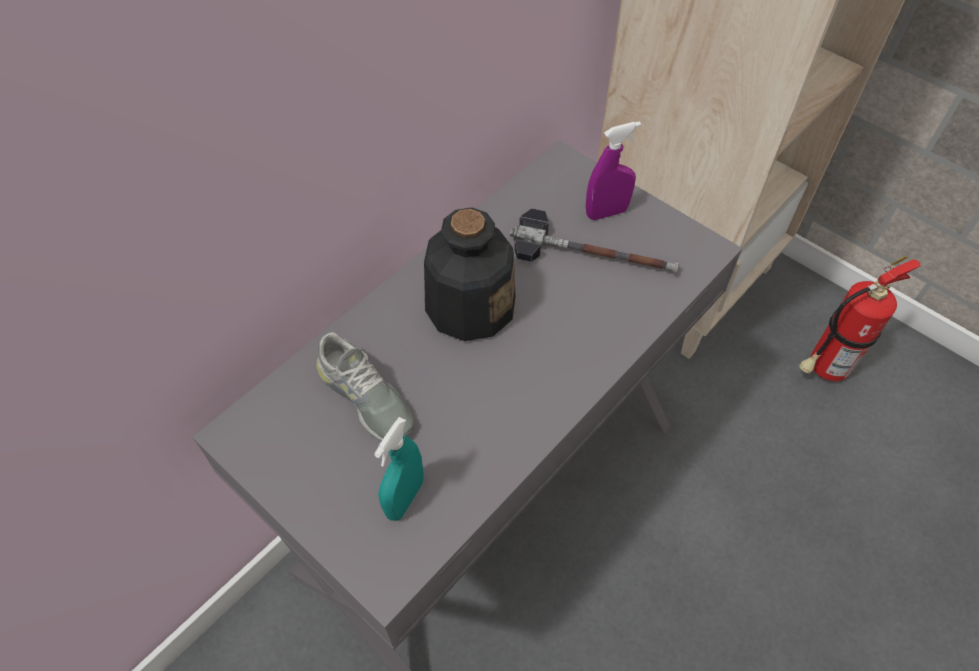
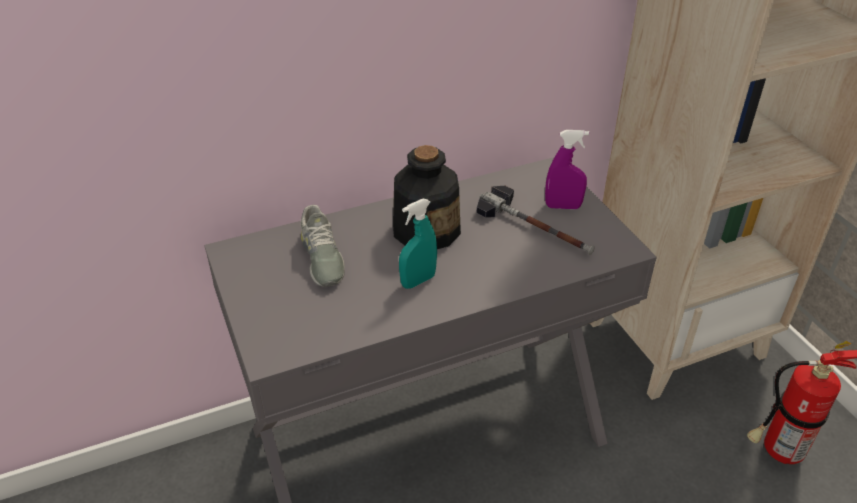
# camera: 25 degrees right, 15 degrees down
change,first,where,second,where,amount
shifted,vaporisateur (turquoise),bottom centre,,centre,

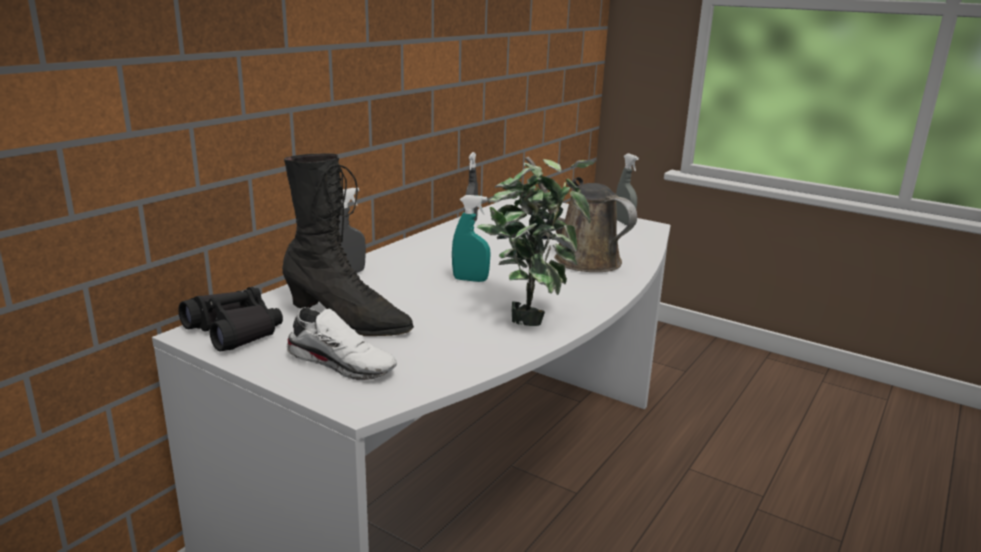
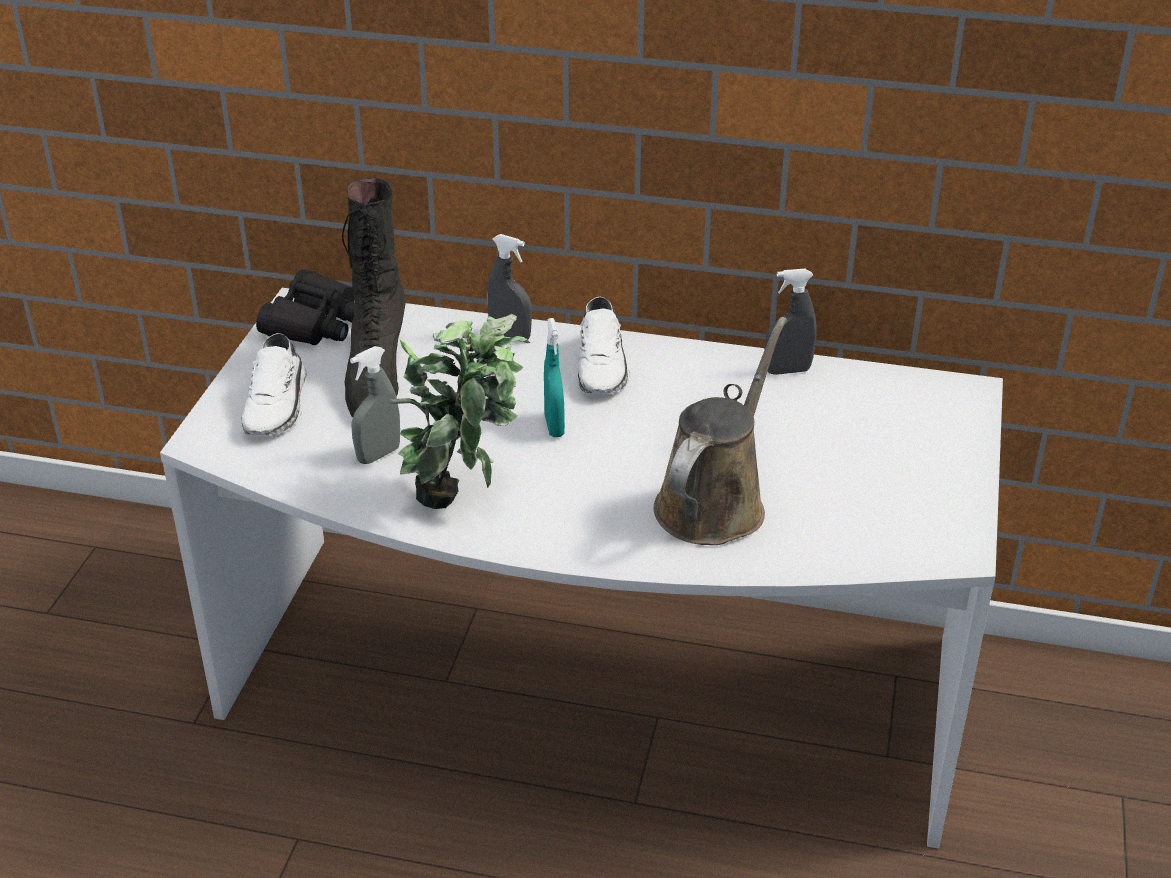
# camera: 70 degrees right, 15 degrees up
change,first,where,second,where,amount
shifted,vaporisateur (gris) (no. 3 from left in the first image),centre,vaporisateur (gris) (no. 1 from left),middle left,
new,,,chaussure (blanc) (no. 2 from left),centre,

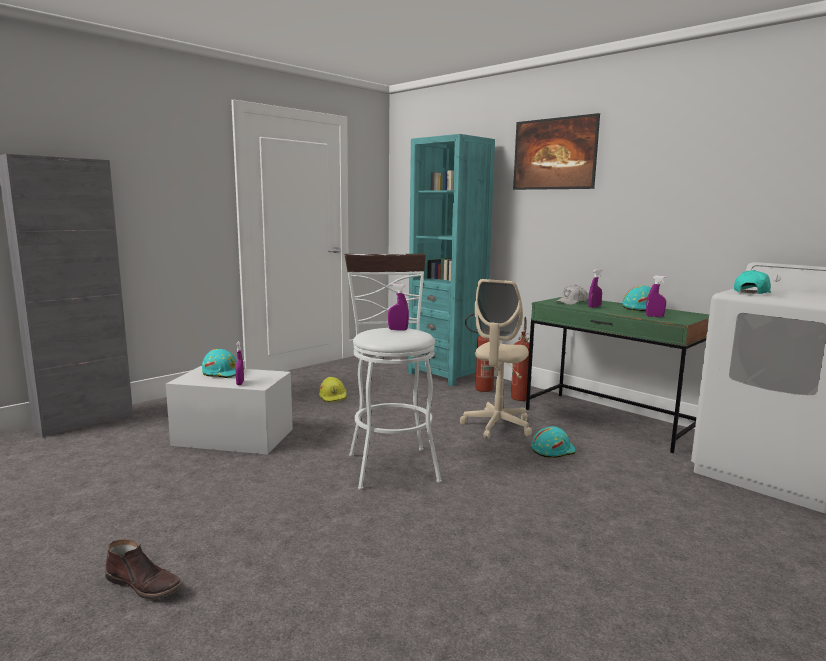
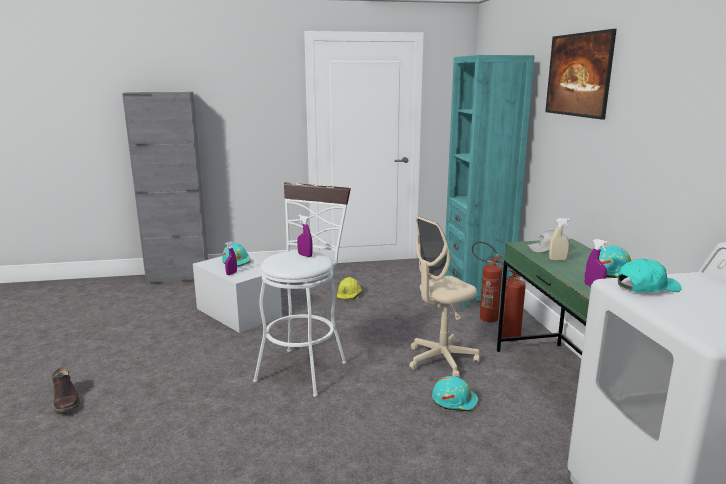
# camera: 35 degrees right, 5 degrees up
change,first,where,second,where,amount
repainted,vaporisateur (violet) (no. 3 from left),middle right,vaporisateur (beige),middle right,

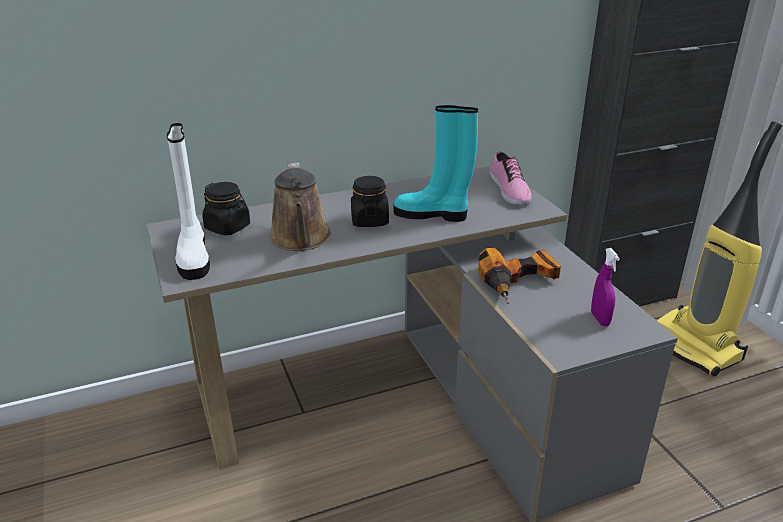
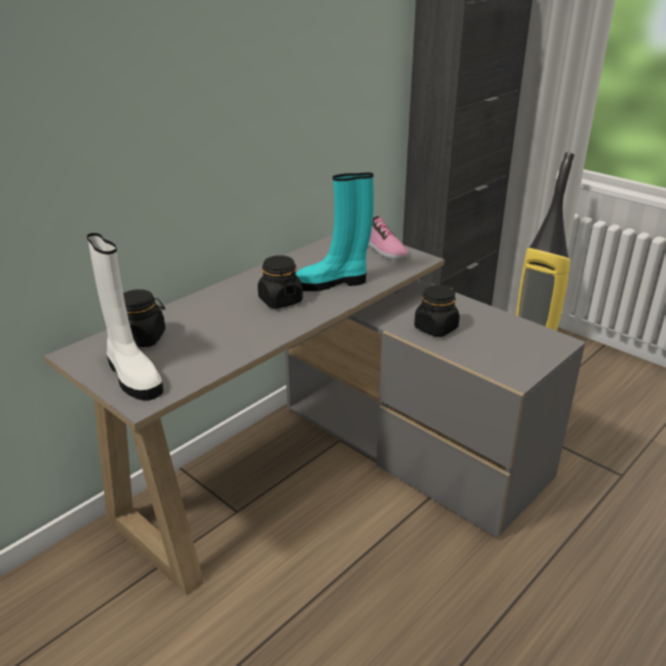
# camera: 25 degrees left, 0 degrees up
change,first,where,second,where,amount
gone,arrosoir (marron),centre,,,
swapped,perceuse,centre,bocal (noir) (no. 3 from left),centre,
gone,vaporisateur (violet),middle right,,,

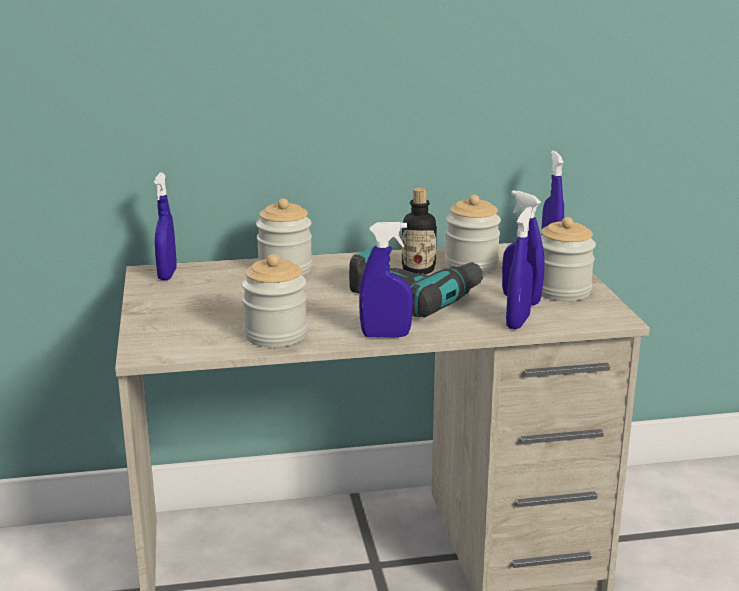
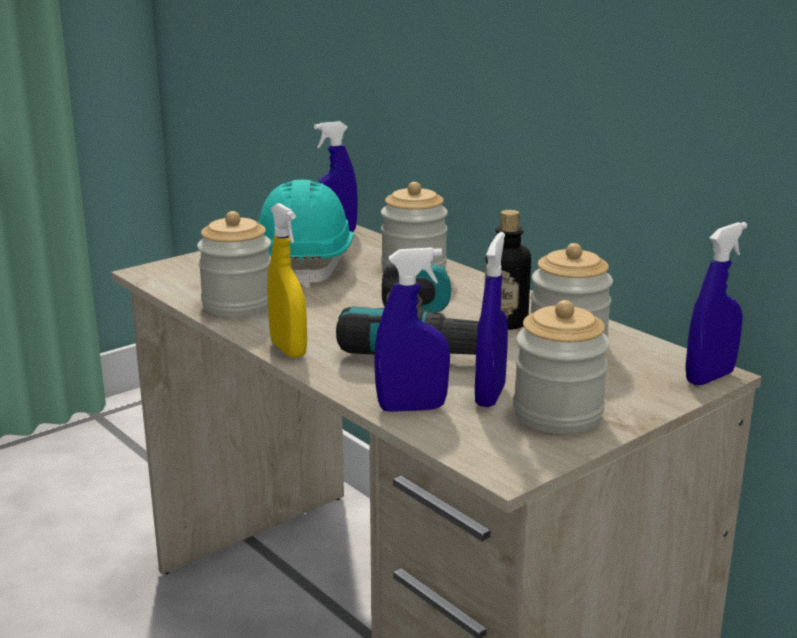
# camera: 60 degrees right, 0 degrees up
change,first,where,second,where,amount
repainted,vaporisateur (bleu) (no. 2 from left),centre,vaporisateur (jaune),centre,
new,,,casque de chantier (turquoise),centre,

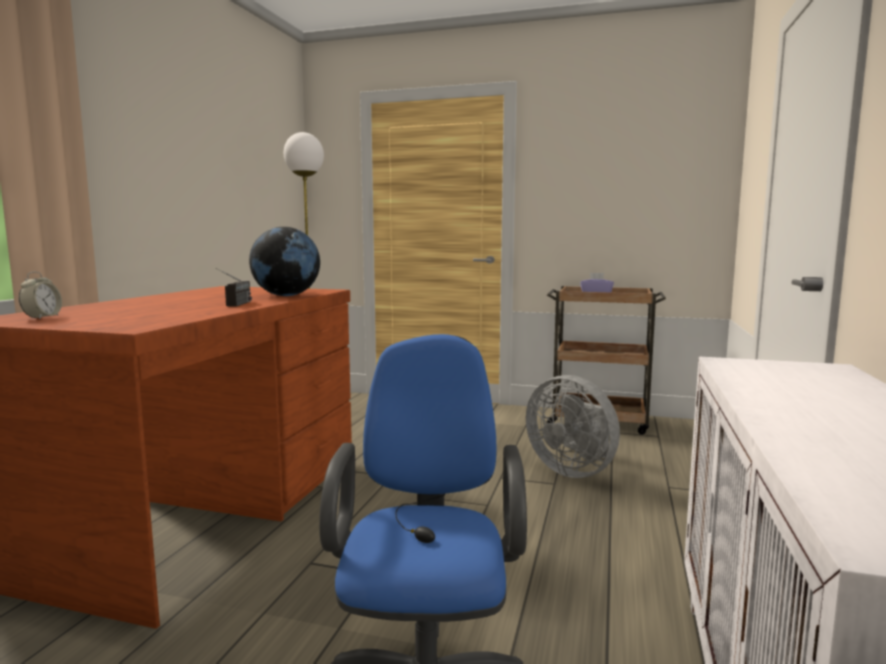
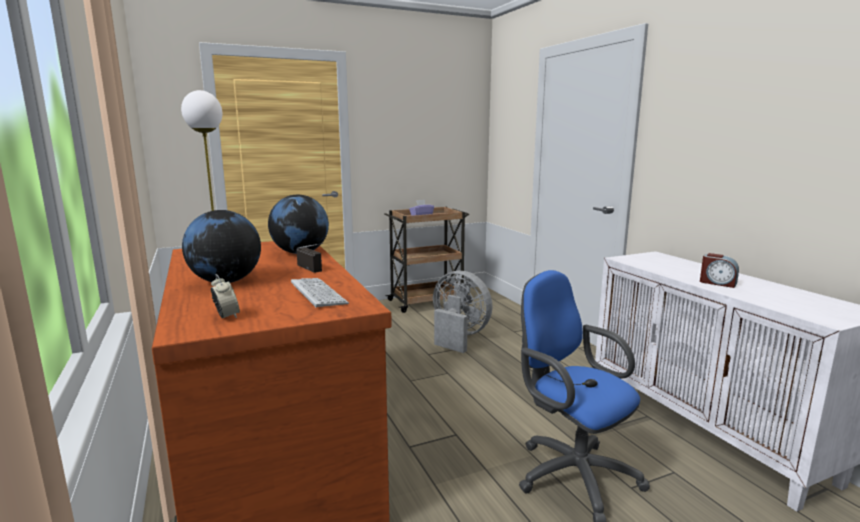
# camera: 40 degrees left, 5 degrees up
change,first,where,second,where,amount
rotated,ventilateur (gris),centre,,centre,150 degrees counterclockwise
new,,,globe (no. 1 from left),middle left,
new,,,réveil (no. 2 from left),middle right,
new,,,clavier,centre,

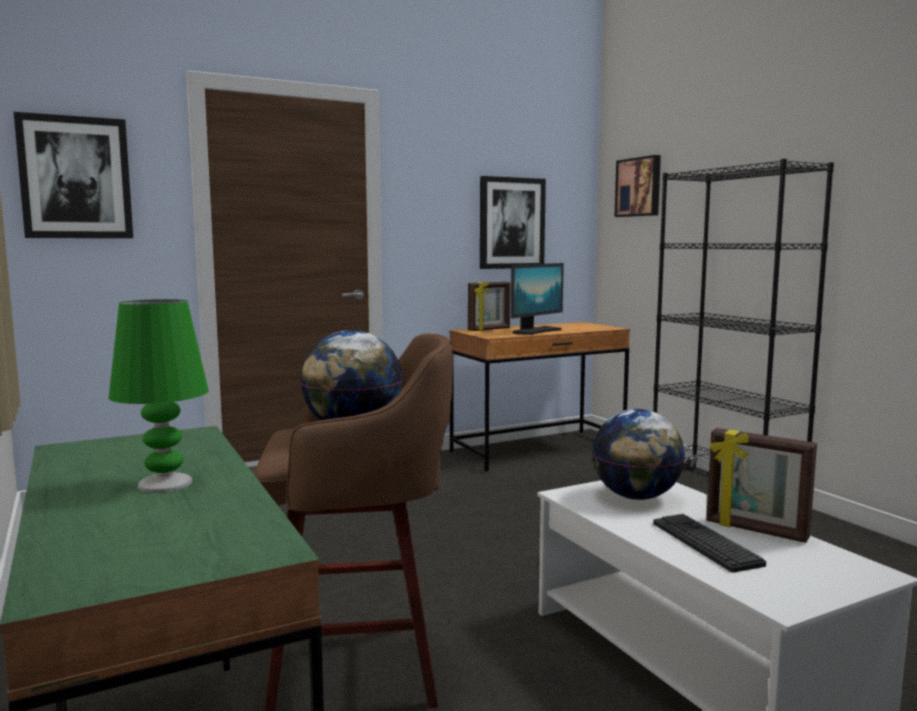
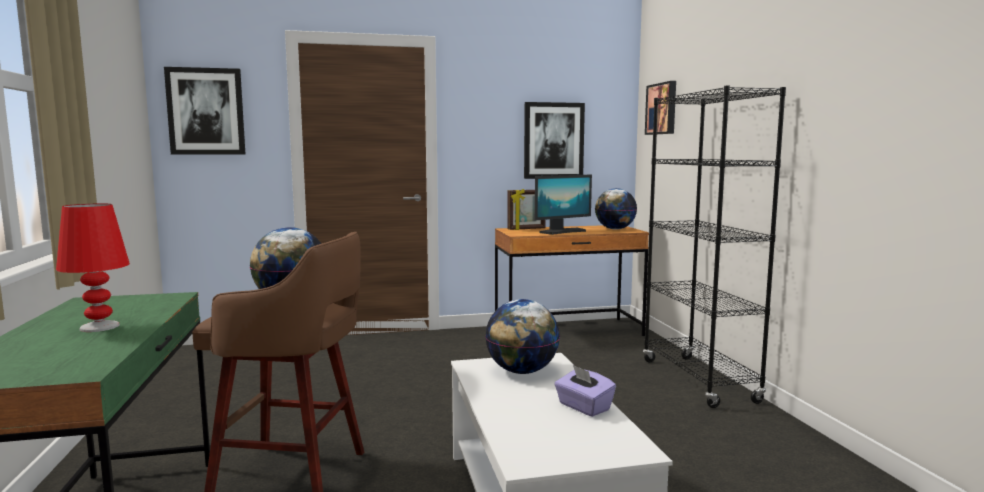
# camera: 15 degrees right, 0 degrees up
change,first,where,second,where,amount
repainted,lampe de table (vert),middle left,lampe de table (rouge),middle left,
swapped,cadre photo (no. 2 from left),bottom right,boîte à mouchoirs (violet),bottom centre,
gone,clavier,bottom right,,,
new,,,globe (no. 3 from left),centre,

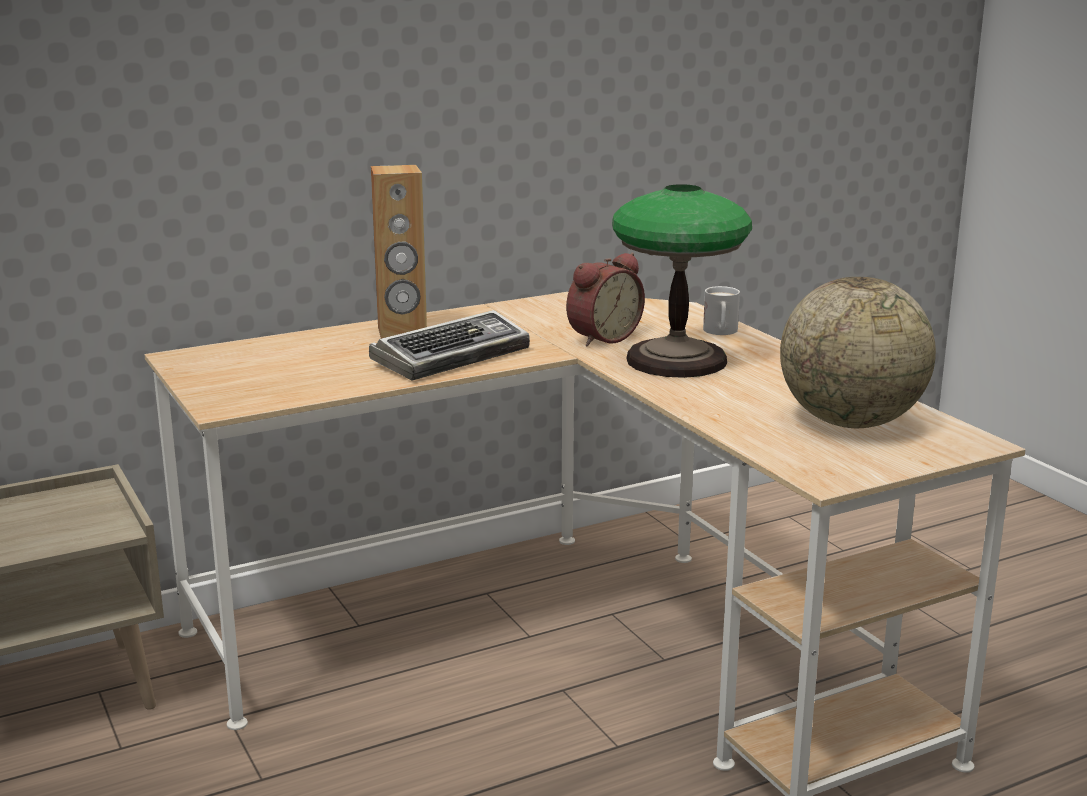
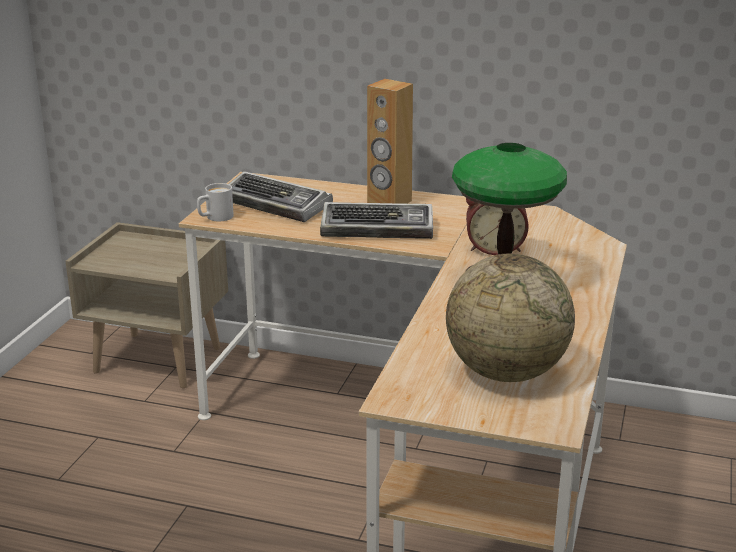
# camera: 45 degrees right, 5 degrees up
change,first,where,second,where,amount
shifted,mug (blanc),centre,,middle left,
new,,,clavier (no. 1 from left),centre,

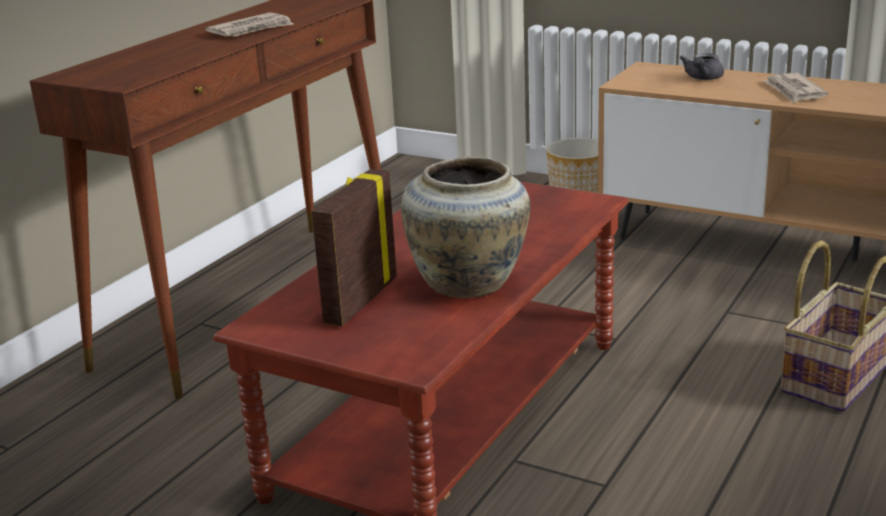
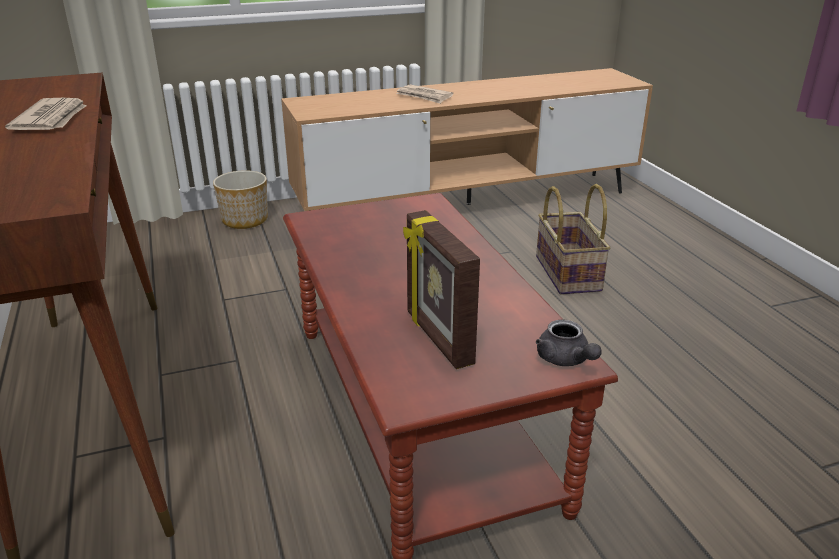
# camera: 50 degrees left, 5 degrees up
change,first,where,second,where,amount
shifted,théière (gris),top right,,middle right,
gone,vase (beige),centre,,,

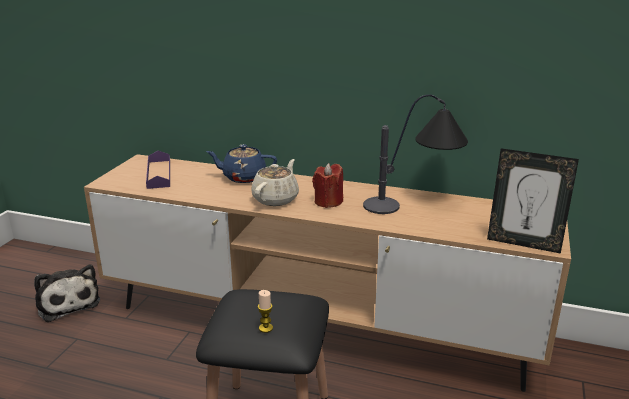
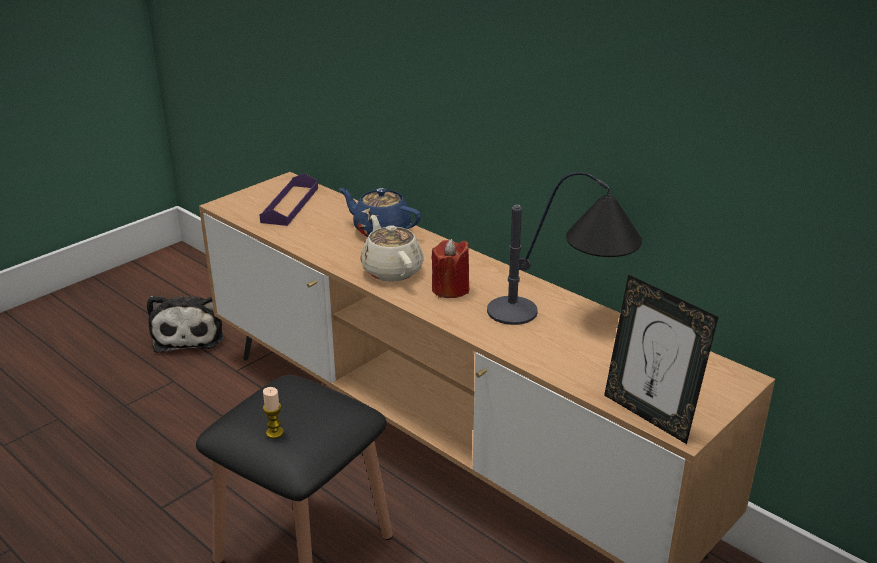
# camera: 25 degrees right, 5 degrees up
change,first,where,second,where,amount
rotated,théière (beige),centre,,centre,75 degrees counterclockwise

